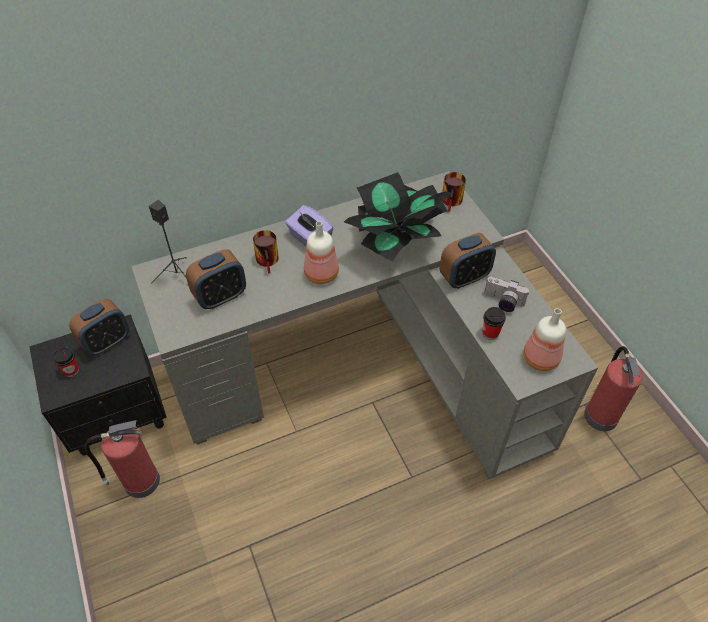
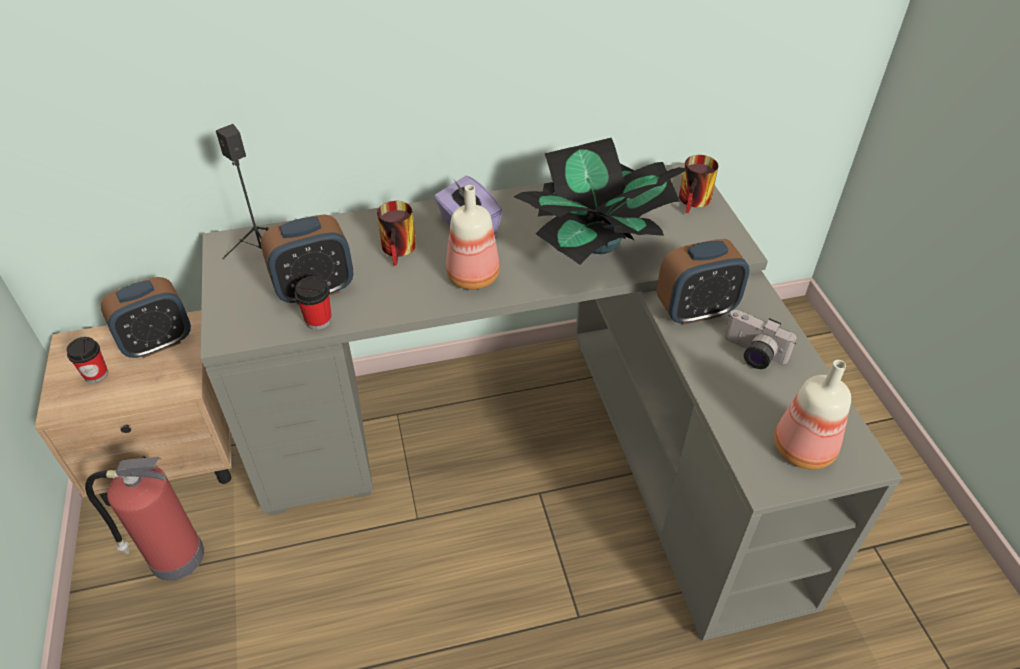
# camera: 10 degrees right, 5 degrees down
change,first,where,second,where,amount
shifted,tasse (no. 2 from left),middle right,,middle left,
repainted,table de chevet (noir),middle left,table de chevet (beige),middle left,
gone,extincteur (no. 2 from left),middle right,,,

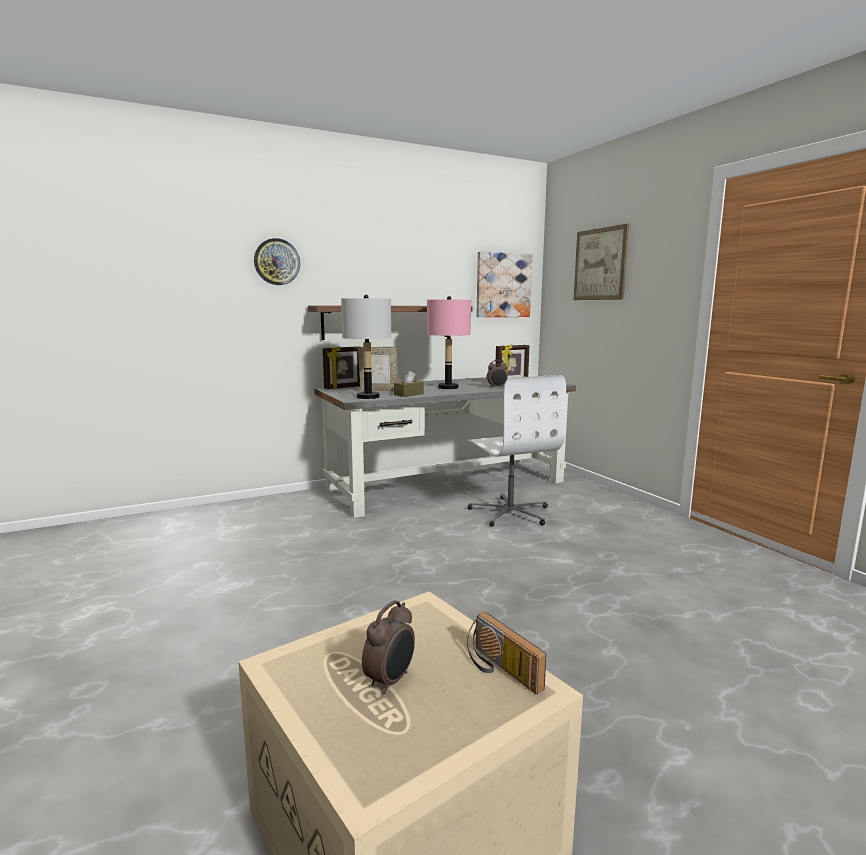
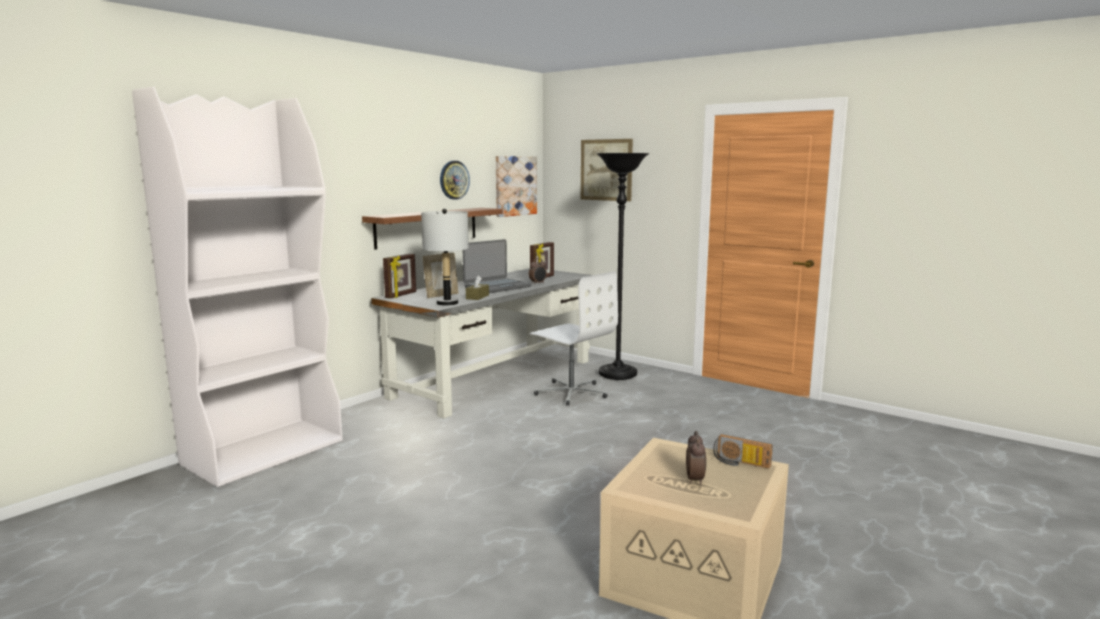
# camera: 25 degrees left, 0 degrees up
change,first,where,second,where,amount
shifted,horloge murale,top left,,top centre,
swapped,lampe de table (rose),centre,ordinateur portable,centre,
new,,,bibliothèque (blanc),middle left,
new,,,lampadaire (noir),centre,

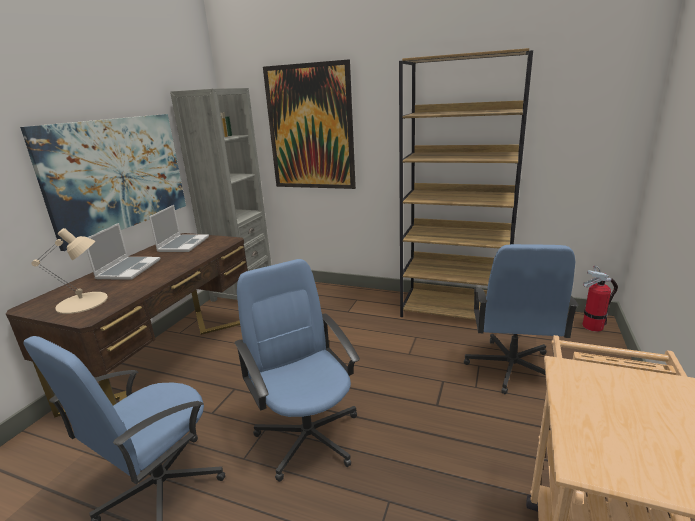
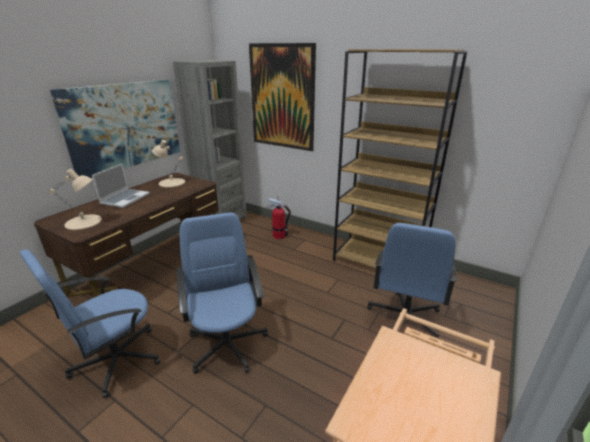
# camera: 10 degrees right, 5 degrees up
change,first,where,second,where,amount
swapped,ordinateur portable (no. 2 from left),middle left,lampe de table (beige) (no. 2 from left),middle left,
shifted,extincteur,middle right,,centre,

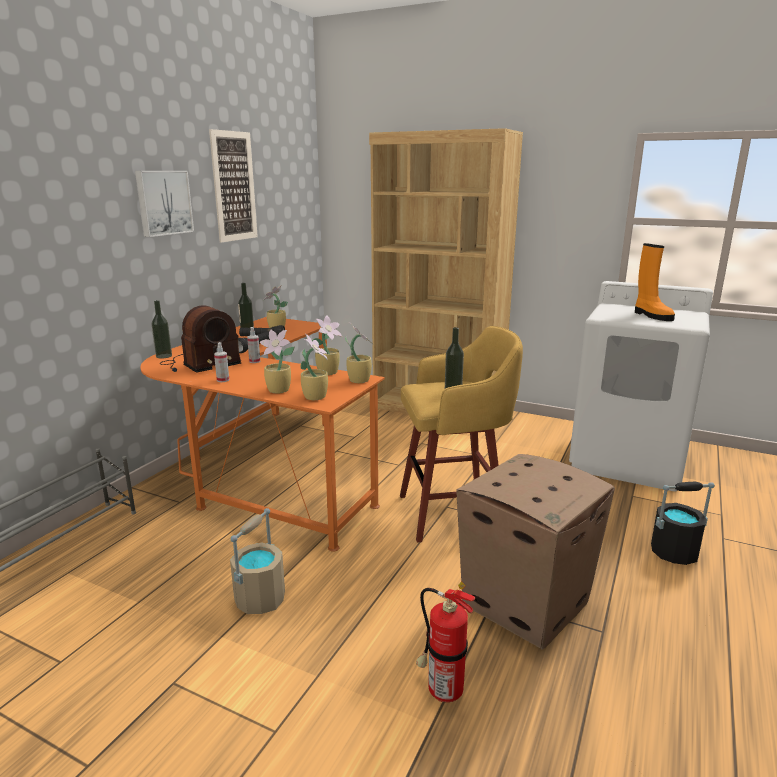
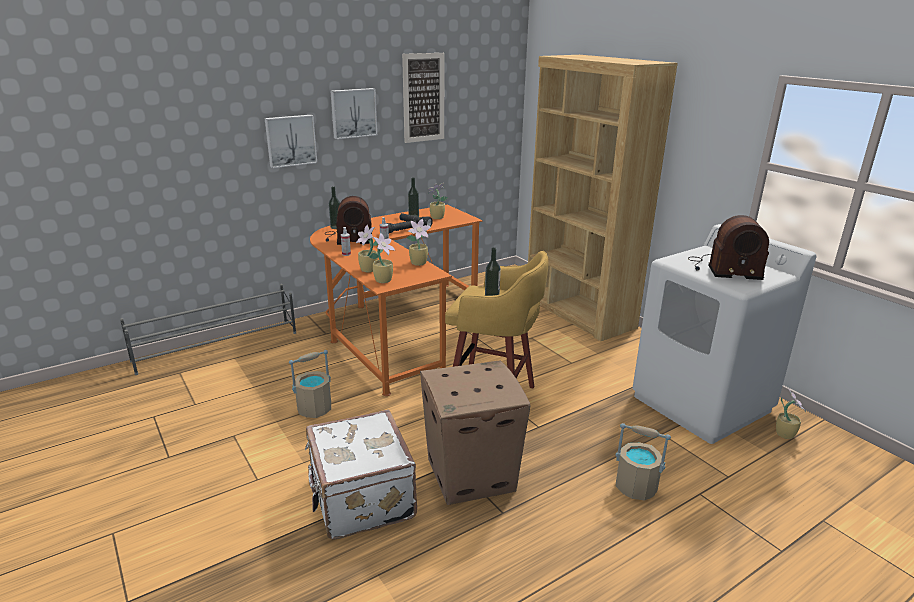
# camera: 30 degrees right, 5 degrees up
change,first,where,second,where,amount
swapped,botte (orange),middle right,radio (no. 2 from left),middle right,
shifted,plante en pot (no. 5 from left),centre,,bottom right,
repainted,seau (noir),bottom right,seau (beige) (no. 2 from left),bottom right,
swapped,extincteur,bottom centre,valise (blanc),bottom centre,
new,,,tableau (no. 1 from left),top left,

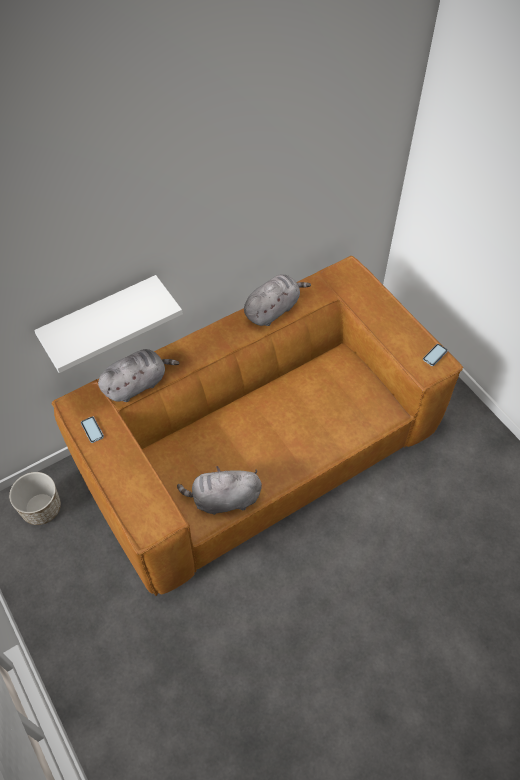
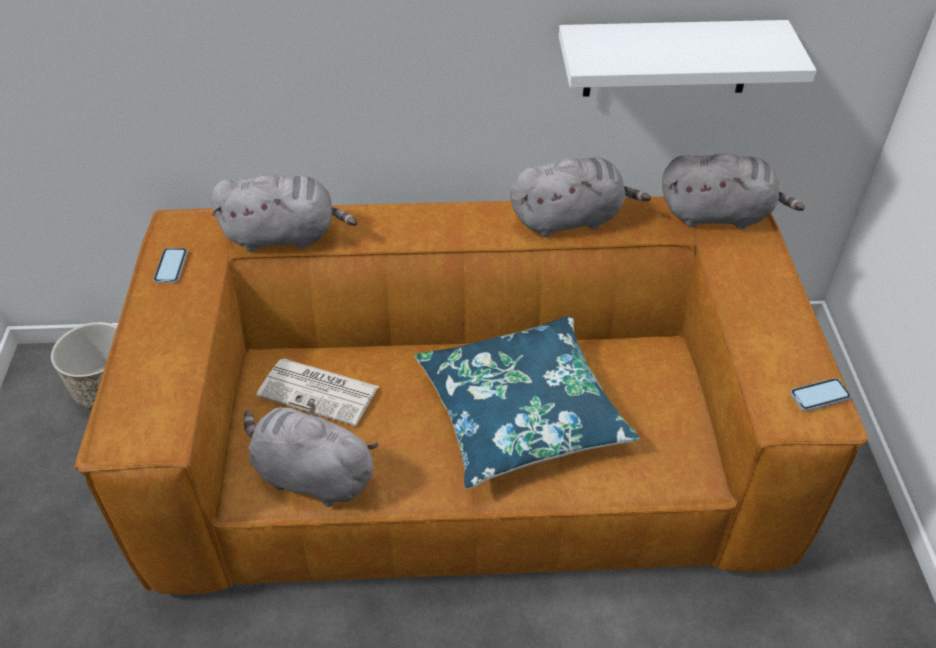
# camera: 30 degrees right, 10 degrees down
change,first,where,second,where,amount
shifted,étagère (blanc),middle left,,top right,
new,,,peluche (gris) (no. 4 from left),top right,
new,,,coussin (bleu),centre,
new,,,journal,centre,

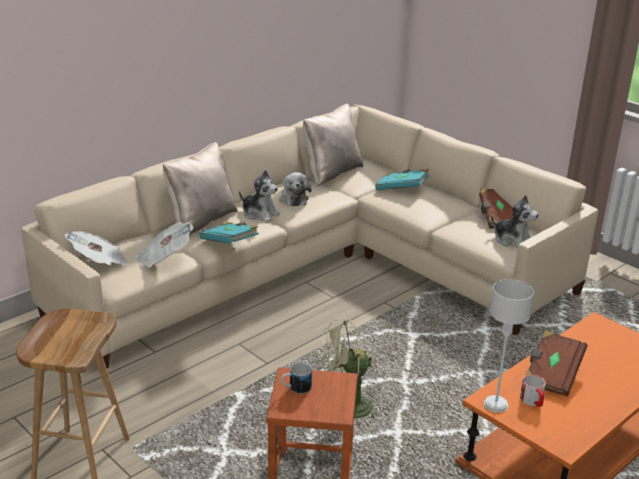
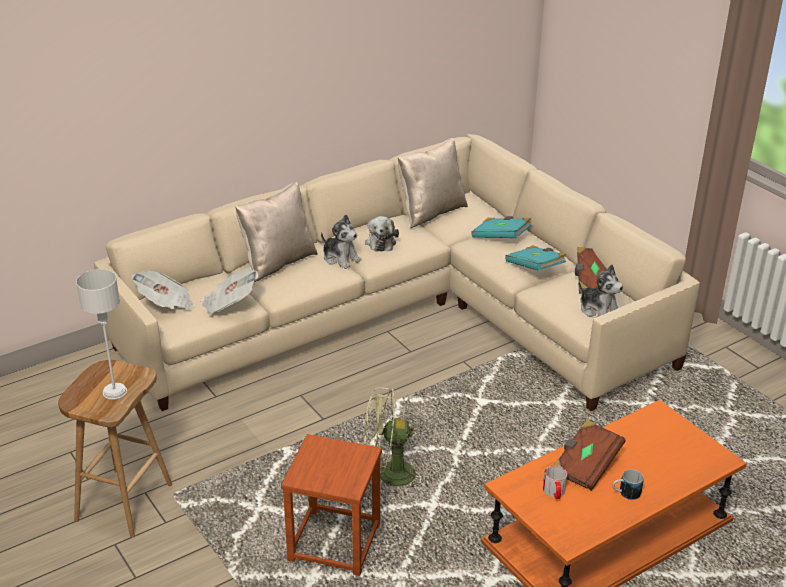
# camera: 10 degrees right, 5 degrees up
change,first,where,second,where,amount
shifted,livre (turquoise) (no. 1 from left in the first image),centre,livre (turquoise) (no. 2 from left),middle right,
shifted,lampe de table (gris),bottom right,,middle left,
shifted,mug (no. 1 from left in the first image),bottom centre,mug (no. 2 from left),bottom right,

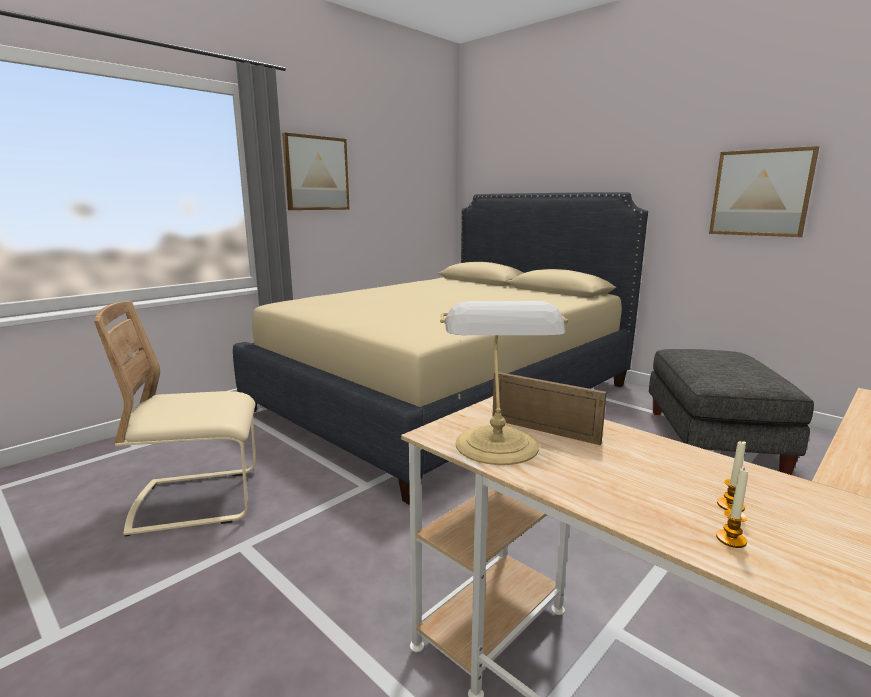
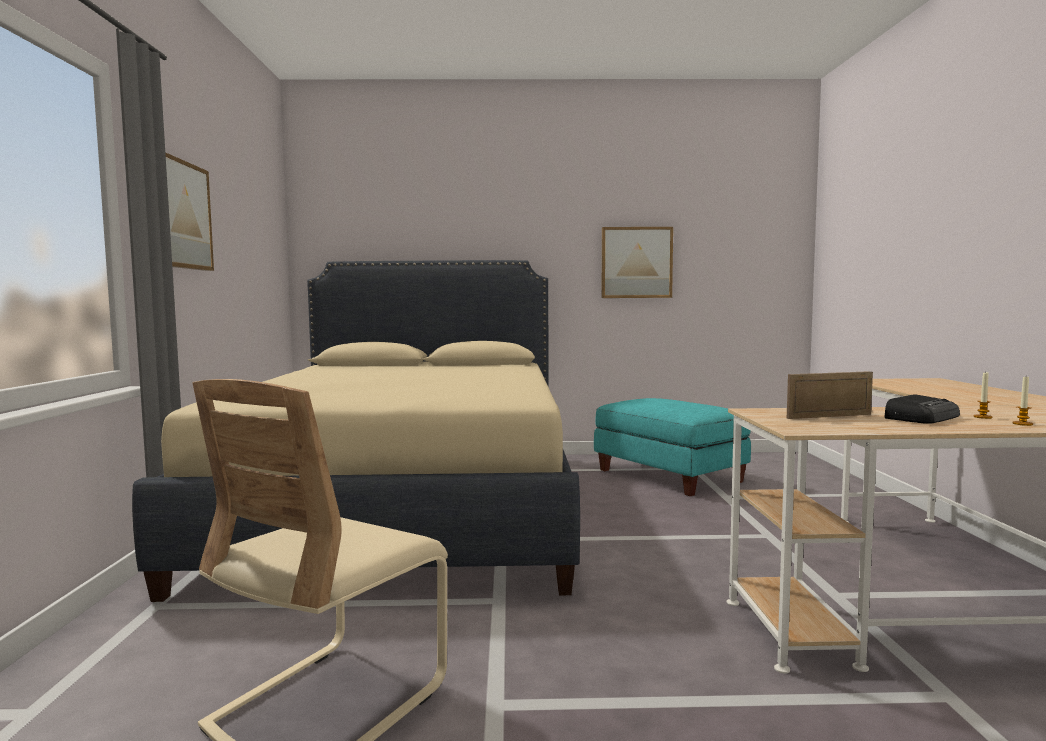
# camera: 45 degrees left, 10 degrees down
change,first,where,second,where,amount
gone,lampe de table,centre,,,
repainted,pouf (gris),middle right,pouf (turquoise),centre,
new,,,radio,middle right,

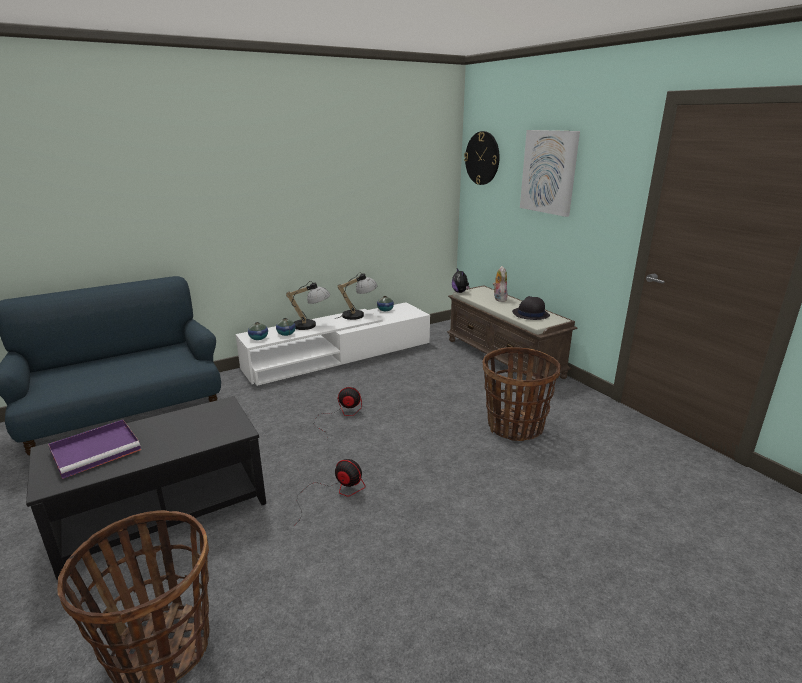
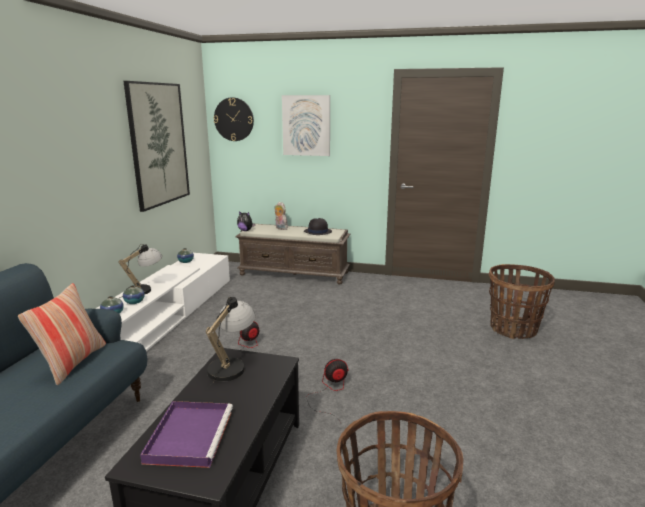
# camera: 45 degrees left, 5 degrees down
change,first,where,second,where,amount
shifted,lampe de table (no. 2 from left),centre,,bottom centre,
shifted,panier (no. 2 from left),centre,,middle right,
new,,,tableau (no. 1 from left),top left,
new,,,coussin,middle left,

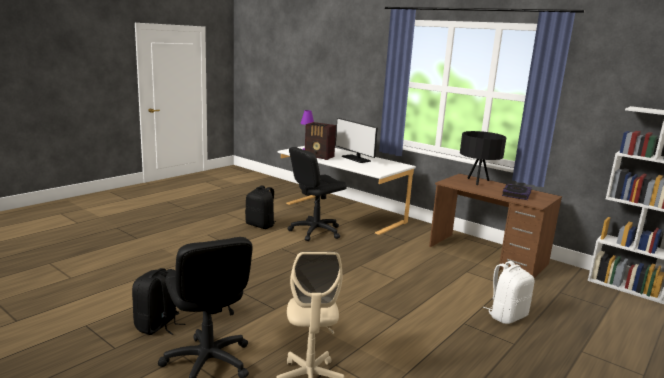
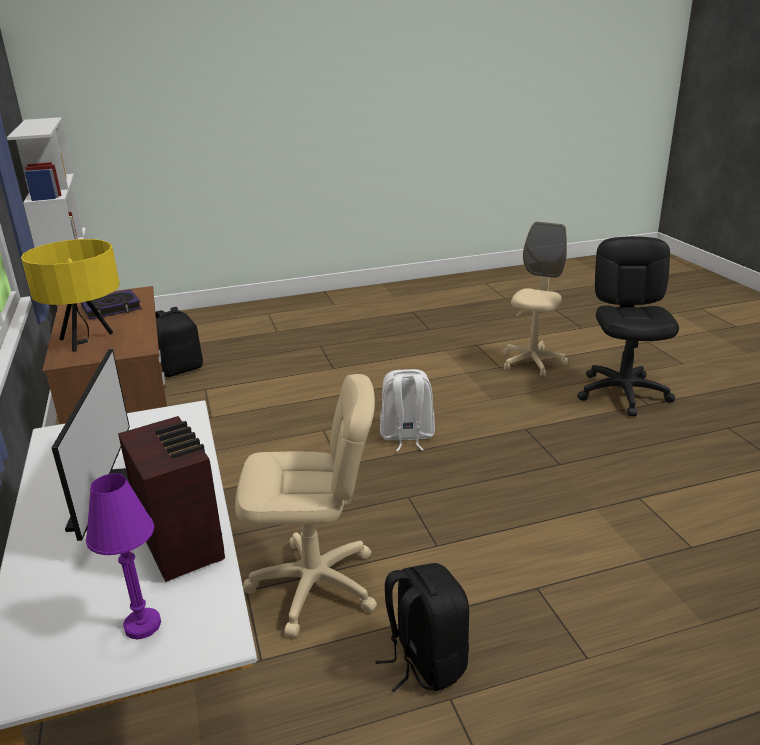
# camera: 145 degrees left, 10 degrees up
change,first,where,second,where,amount
repainted,lampe de table (noir),middle right,lampe de table (jaune),middle left,
repainted,chaise de bureau (noir) (no. 2 from left),centre,chaise de bureau (beige) (no. 1 from left),bottom centre,
shifted,sac à dos (blanc),bottom right,,centre,
shifted,sac à dos (noir) (no. 1 from left),bottom left,,middle left,

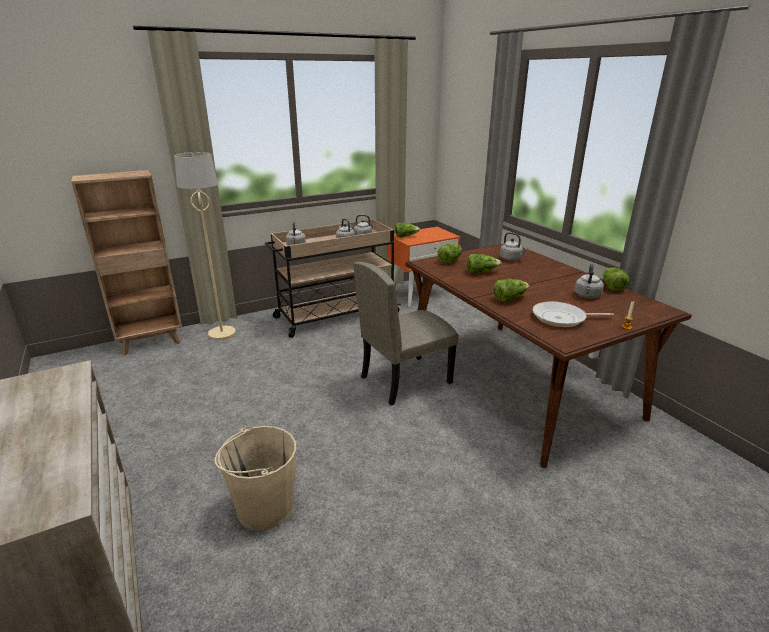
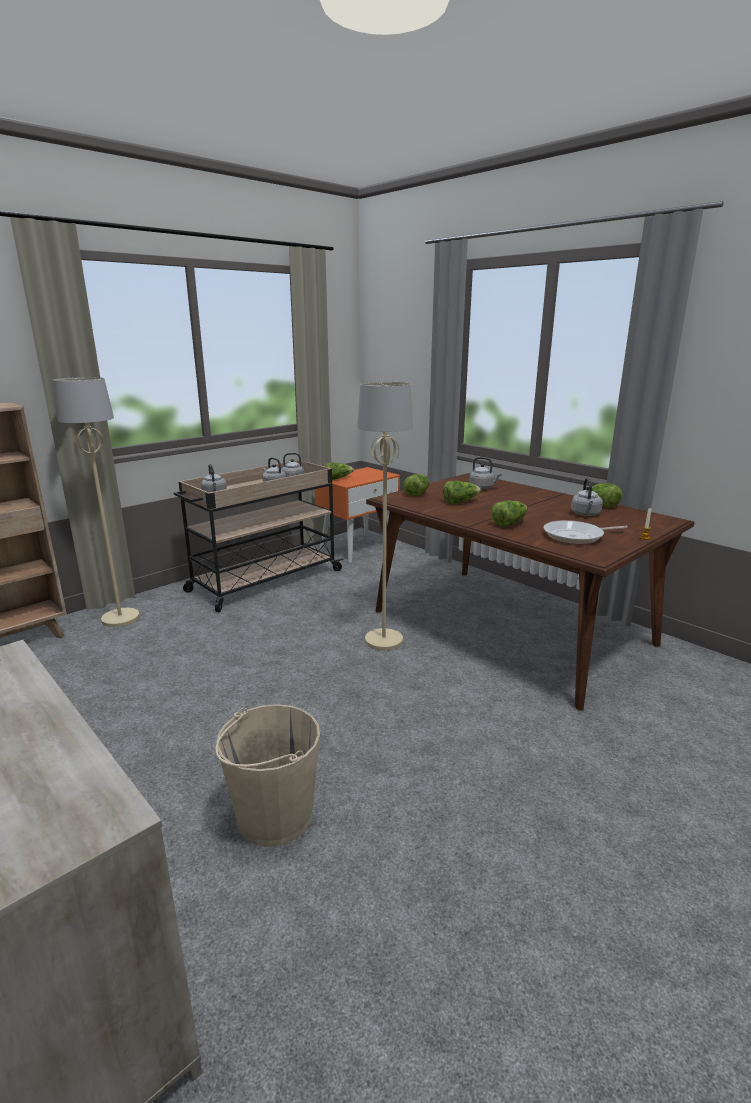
# camera: 15 degrees left, 5 degrees down
change,first,where,second,where,amount
swapped,chaise (beige),centre,lampadaire (beige) (no. 2 from left),centre,

